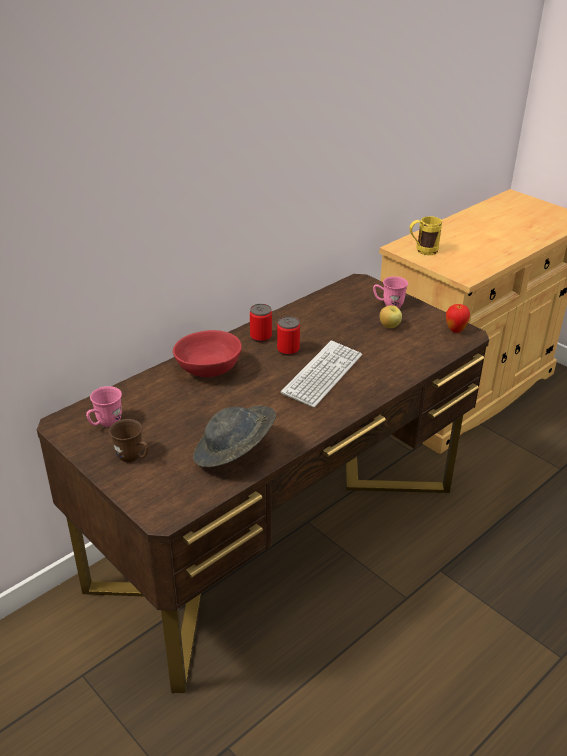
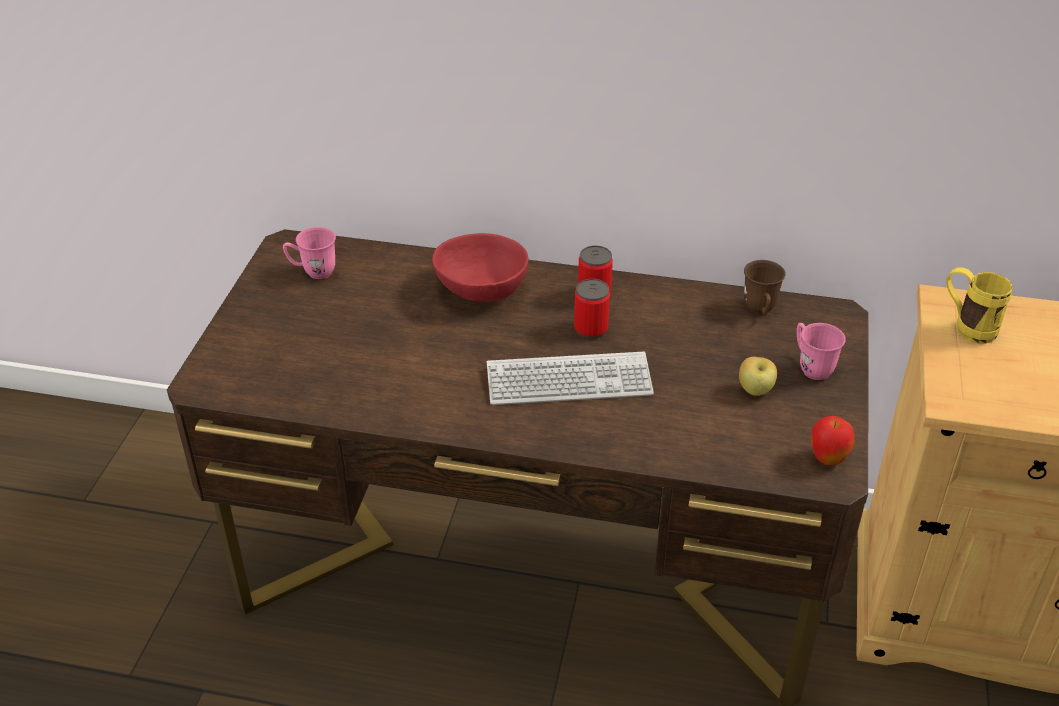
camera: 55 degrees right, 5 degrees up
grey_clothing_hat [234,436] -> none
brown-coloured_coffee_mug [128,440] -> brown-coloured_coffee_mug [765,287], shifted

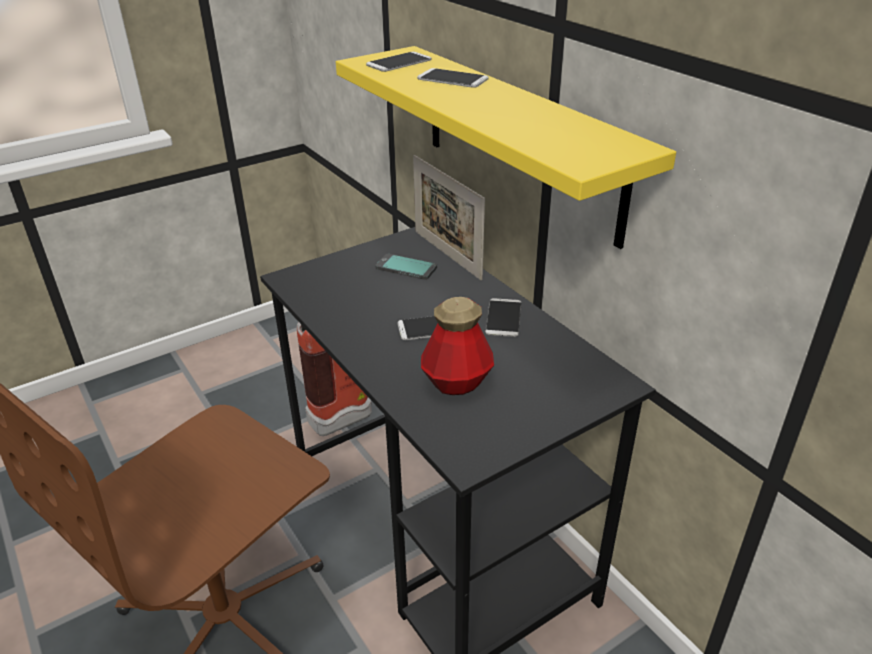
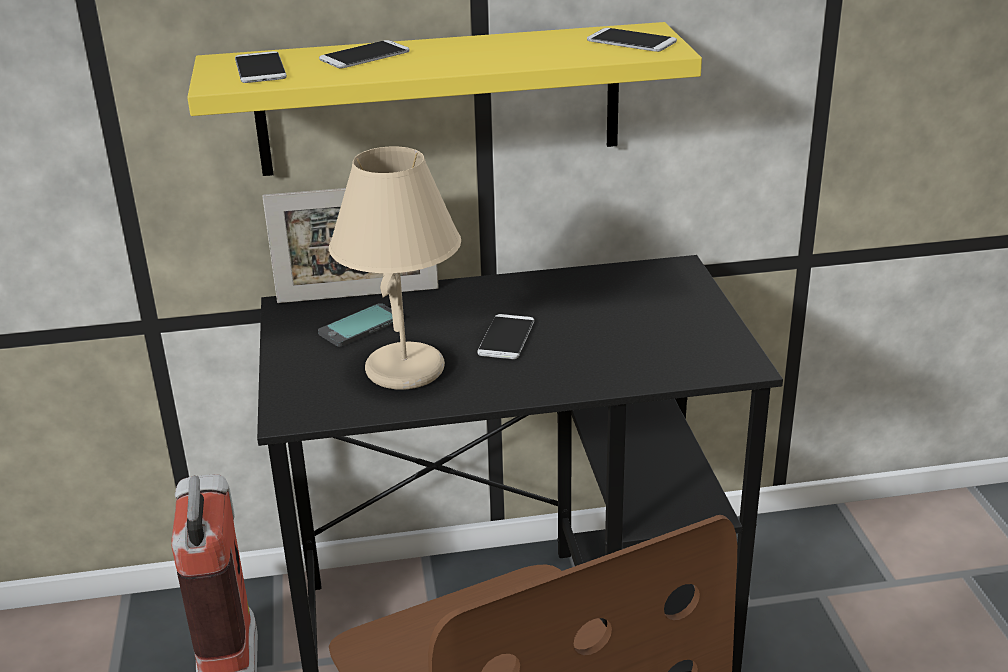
camera: 65 degrees left, 5 degrees down
bottle [457,346] -> none
none -> beige-coloured_tabletop_lamp [395,267]
handset [503,317] -> handset [632,40], shifted

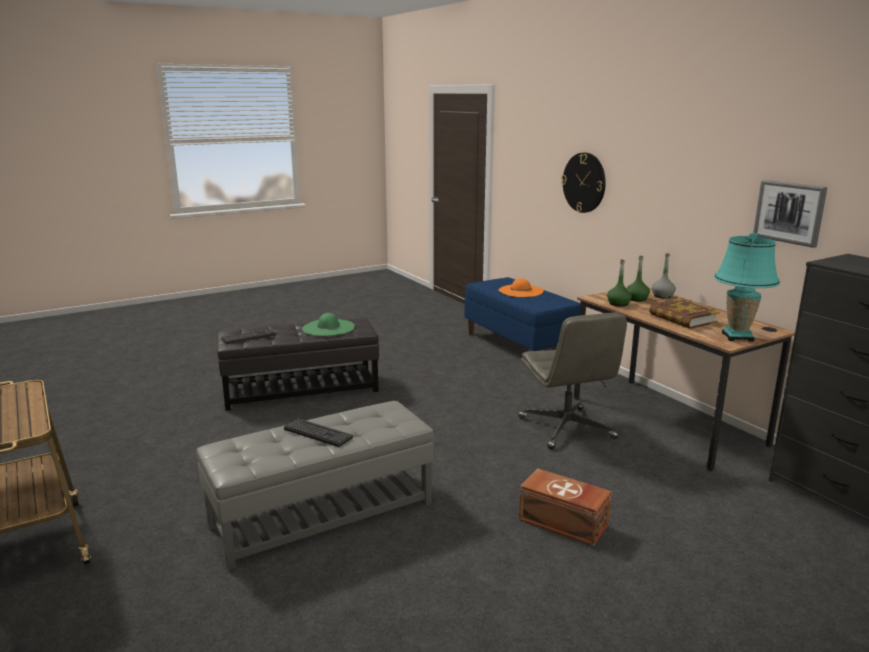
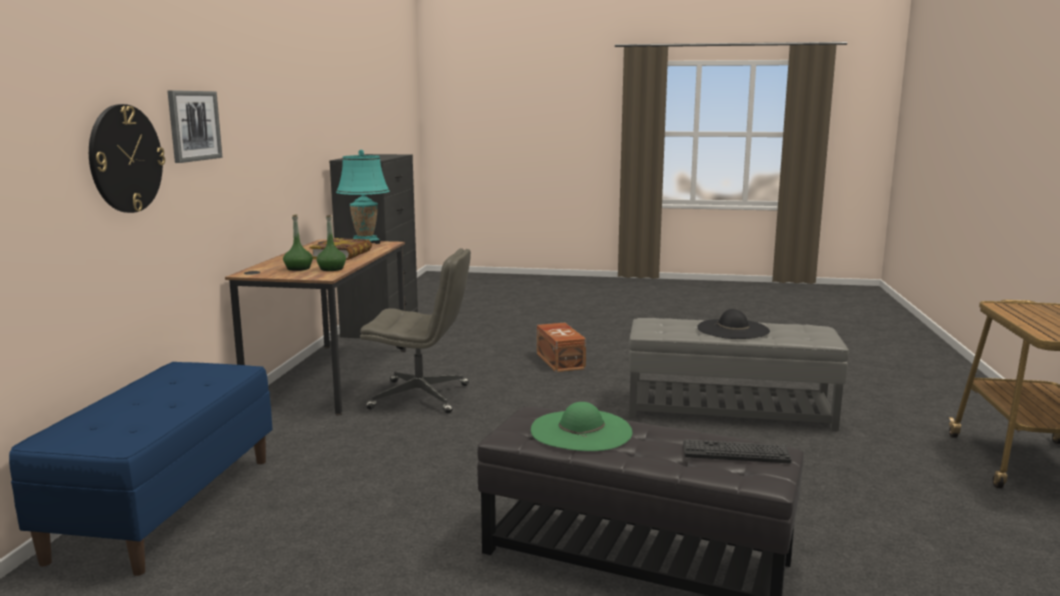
camera: 140 degrees left, 5 degrees down
orangey_clothing_hat [521,287] -> none
grey_bottle [664,276] -> none
wall_picture [790,214] -> wall_picture [195,126], shifted
keyboard [318,432] -> blackish_clothing_hat [733,324]
grey_desk_chair [573,380] -> grey_desk_chair [415,330], 75 degrees clockwise

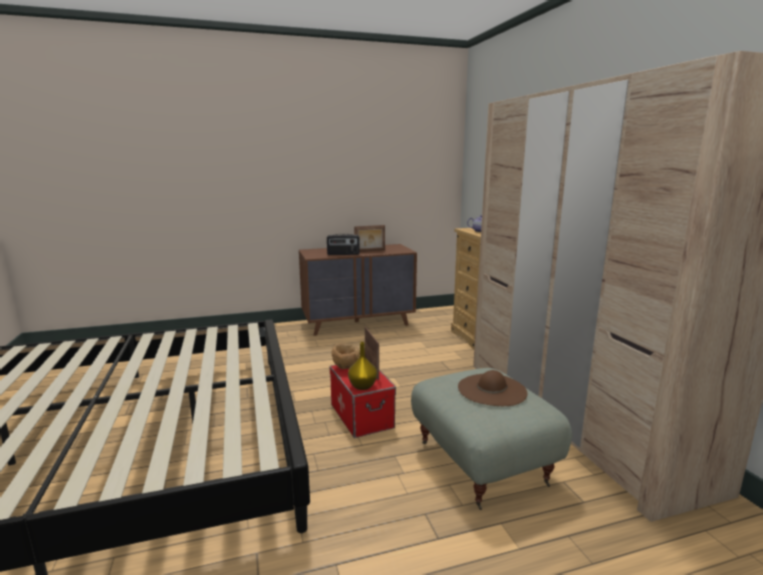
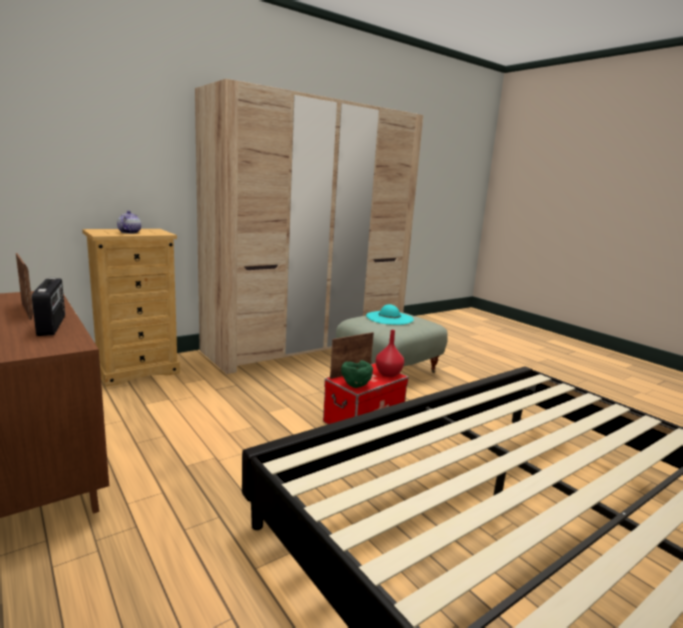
camera: 110 degrees left, 0 degrees up
brown-coloured_bowl [345,356] -> green_bowl [357,374]
yellow-coloured_decorative_vase [362,366] -> red-coloured_decorative_vase [390,353]
brown-coloured_clothing_hat [492,388] -> turquoise-coloured_clothing_hat [390,314]

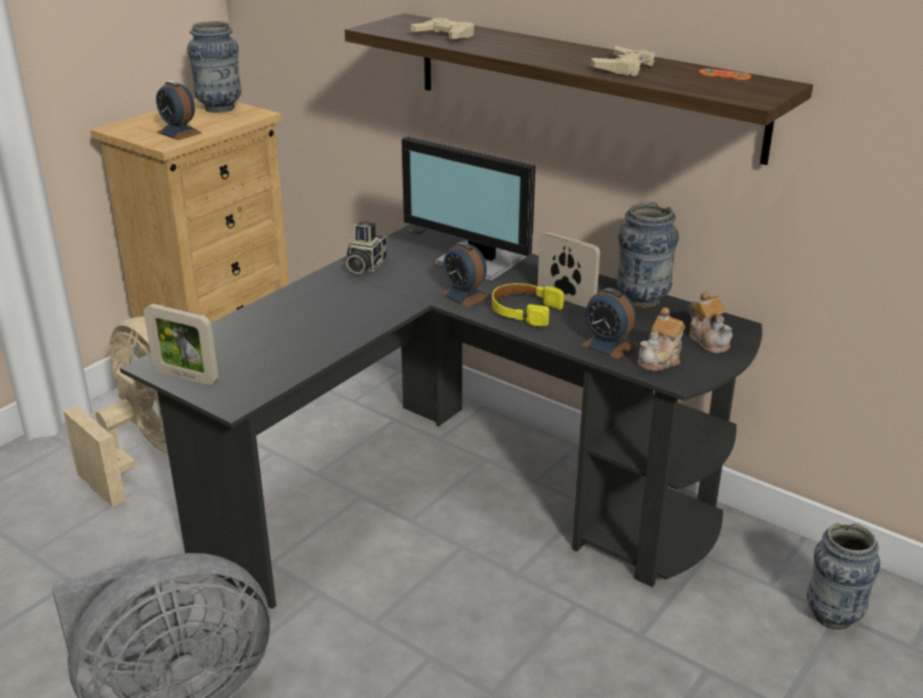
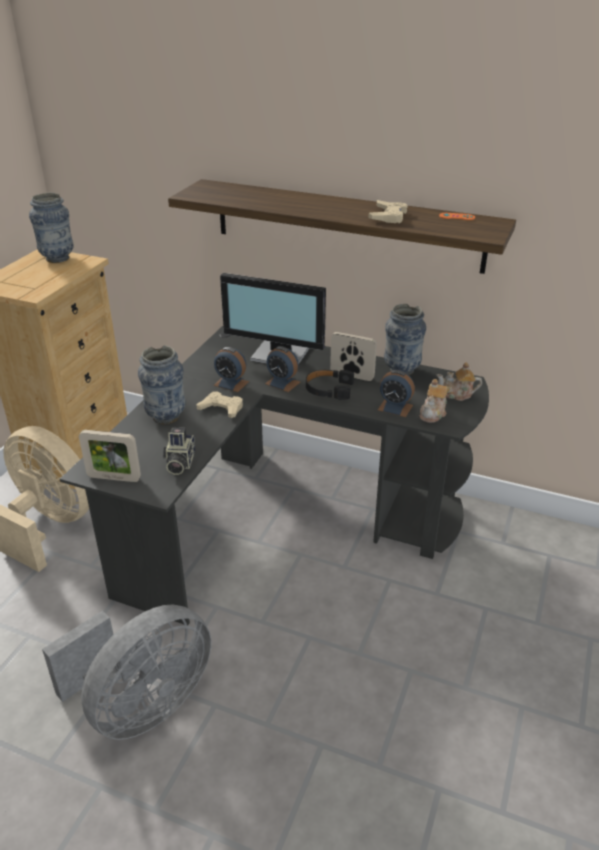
camera: 15 degrees left, 5 degrees up
bedside_clock [179,110] -> bedside_clock [231,369], shifted
photo_camera [366,247] -> photo_camera [179,451], shifted
beige-coloured_joypad [442,28] -> beige-coloured_joypad [220,405], shifted
decorative_vase [843,576] -> decorative_vase [162,385], shifted
yellow-coloured_headset [528,304] -> blackish_headset [330,385]
pot_for_tea [710,322] -> pot_for_tea [459,381], 135 degrees clockwise

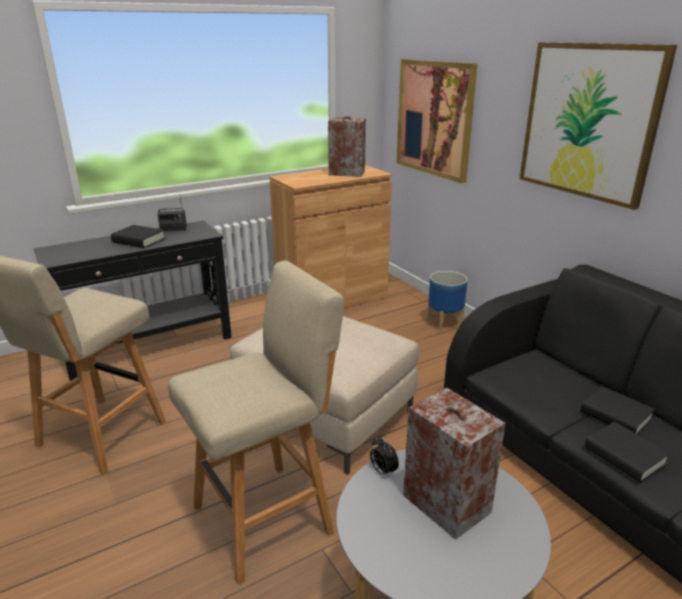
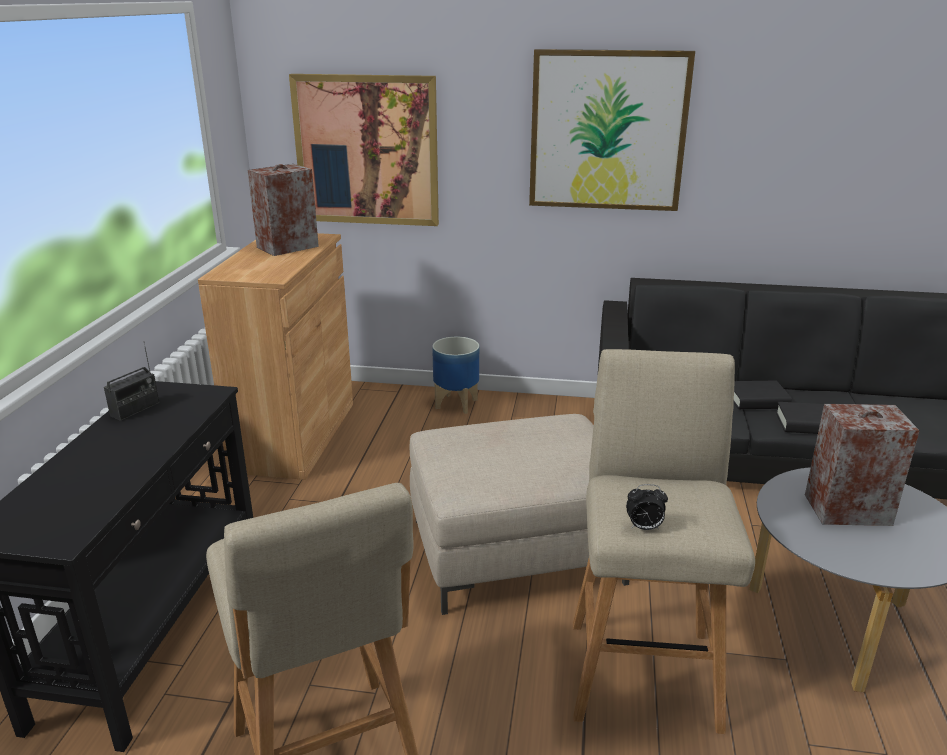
camera: 50 degrees left, 0 degrees up
blackish_book [138,236] -> none
bedside_clock [384,457] -> bedside_clock [647,507], shifted

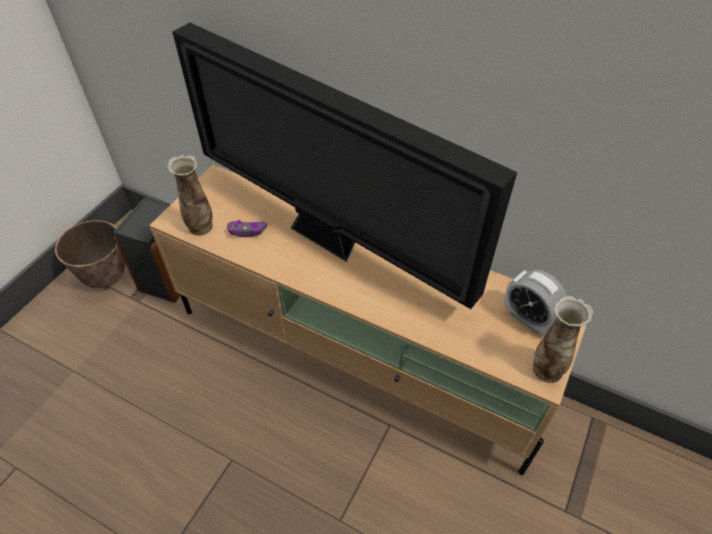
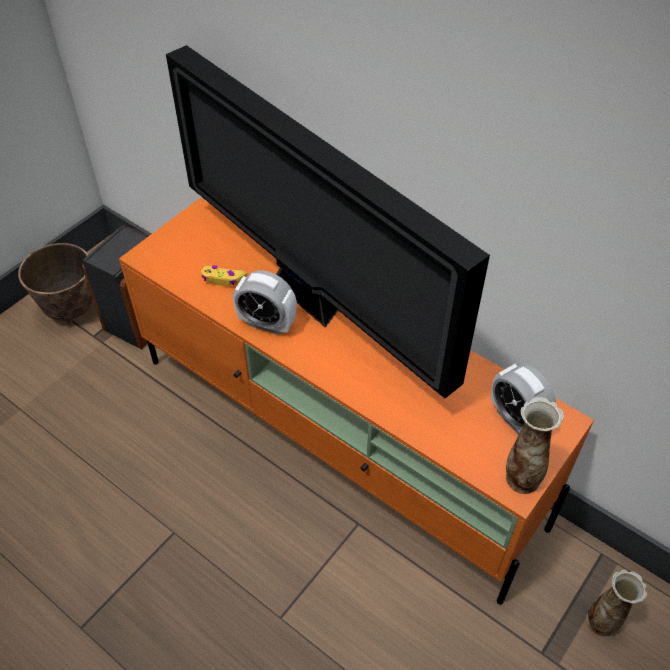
camera: 10 degrees right, 0 degrees up
none -> bedside_clock [265,302]
decorative_vase [190,195] -> decorative_vase [616,603], shifted
beige-coloured_media_console [368,320] -> orangey_media_console [356,401]
purple_joypad [247,228] -> yellow-coloured_joypad [224,275]

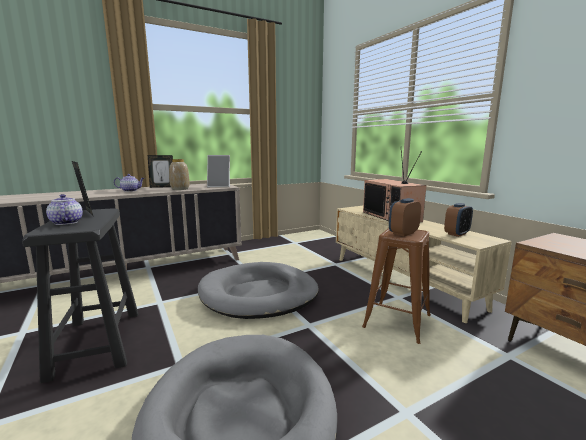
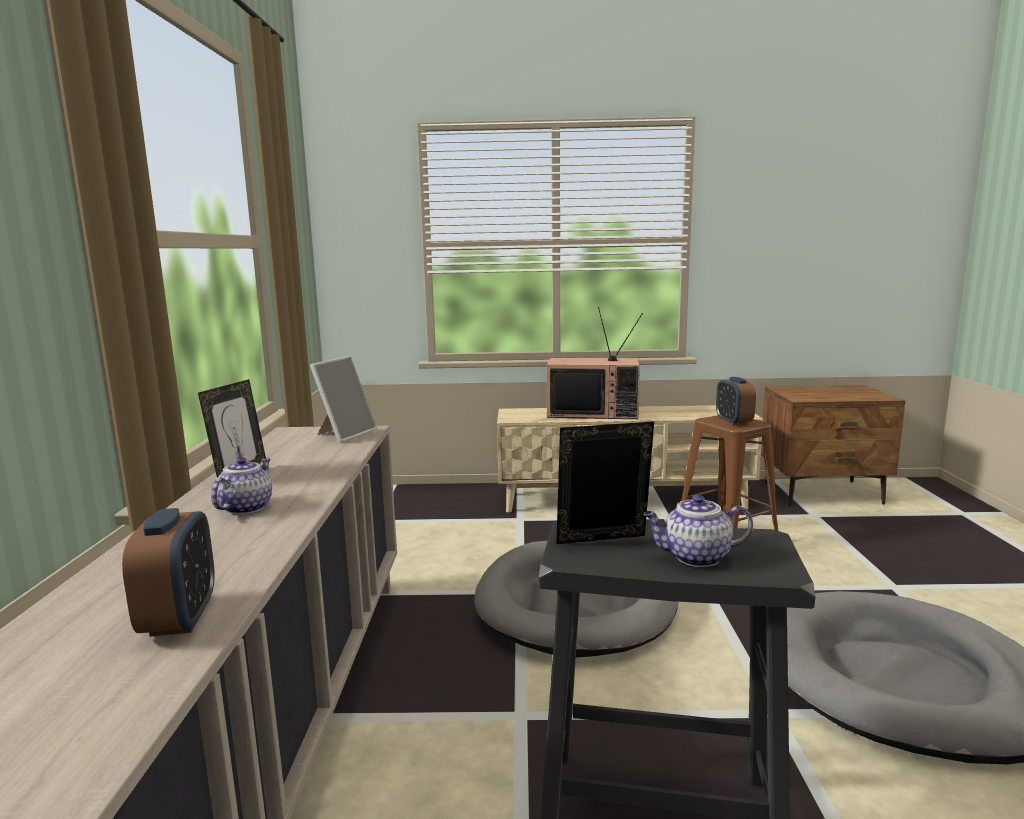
camera: 60 degrees left, 0 degrees up
decorative_vase [179,174] -> none
bedside_clock [458,220] -> bedside_clock [168,572], shifted

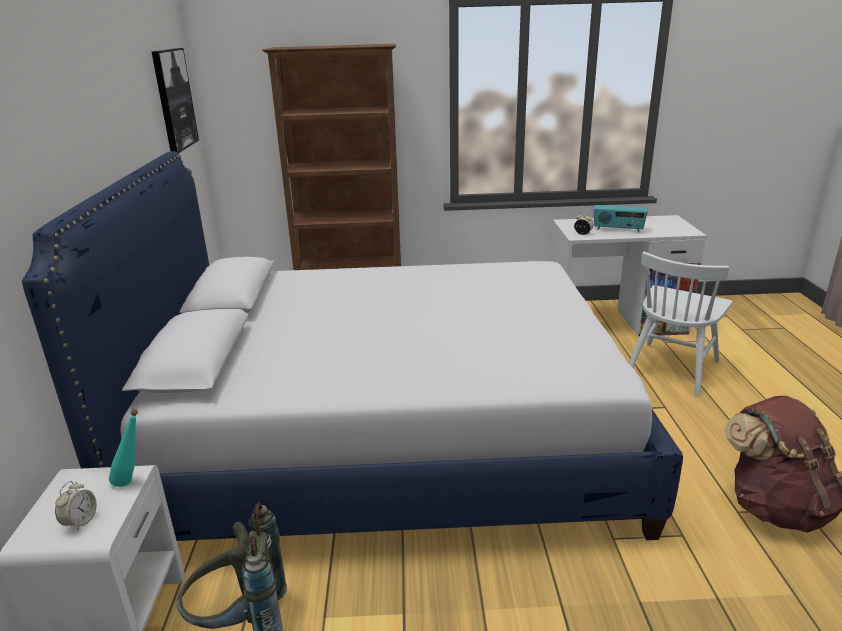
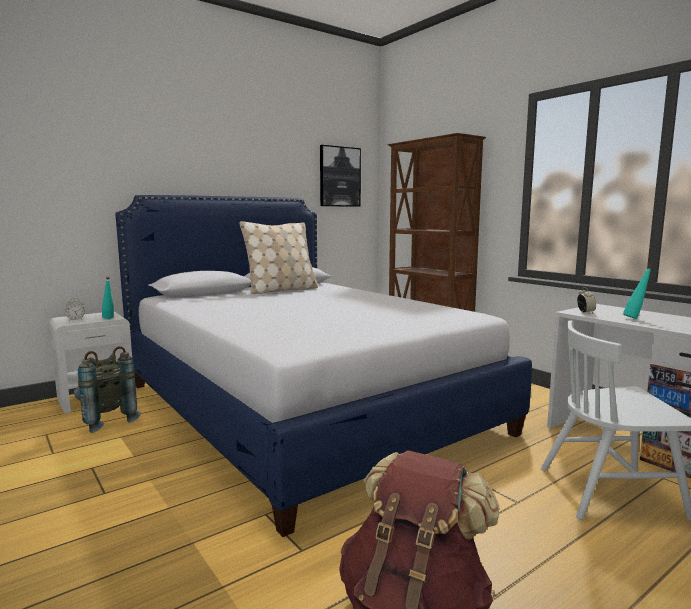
camera: 55 degrees right, 15 degrees down
none -> beige-coloured_pillow [278,257]
radio_set [621,218] -> turquoise-coloured_bottle [638,291]

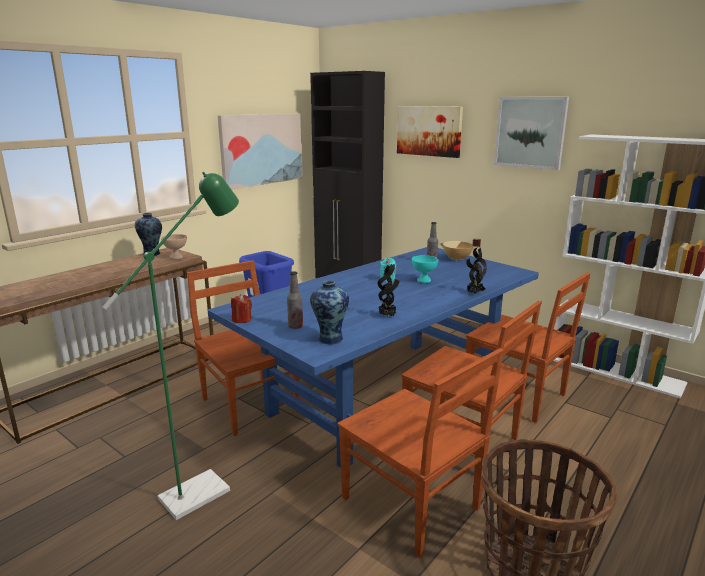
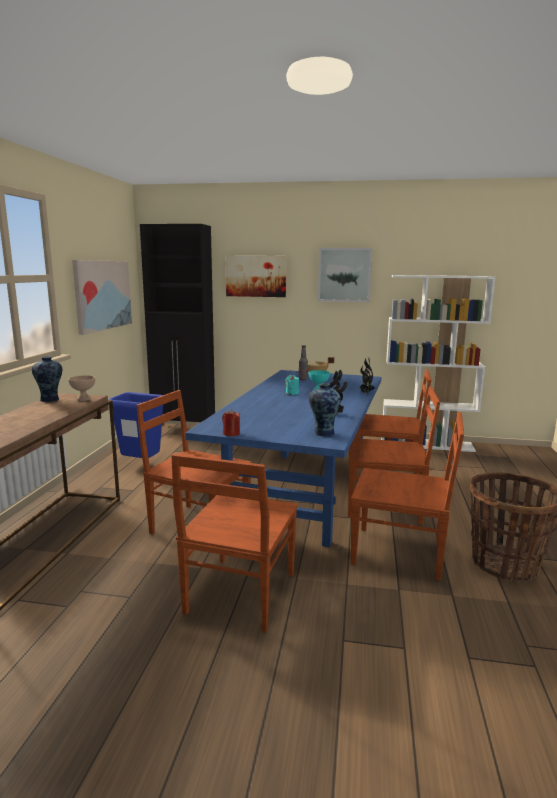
camera: 30 degrees left, 5 degrees down
bottle [295,300] -> none
green_standard_lamp [171,346] -> brown-coloured_chair [234,543]

